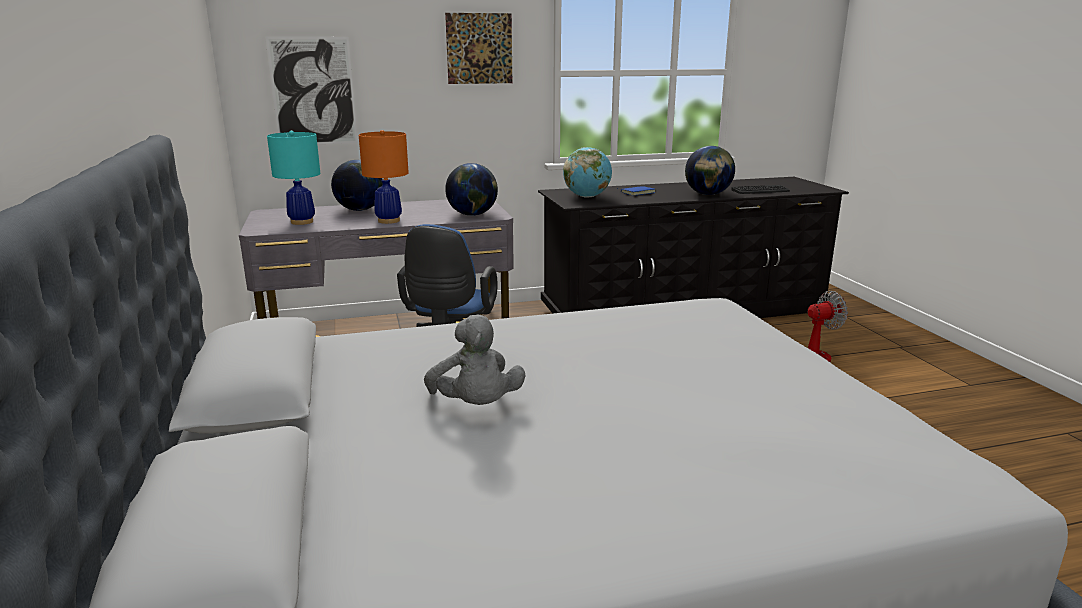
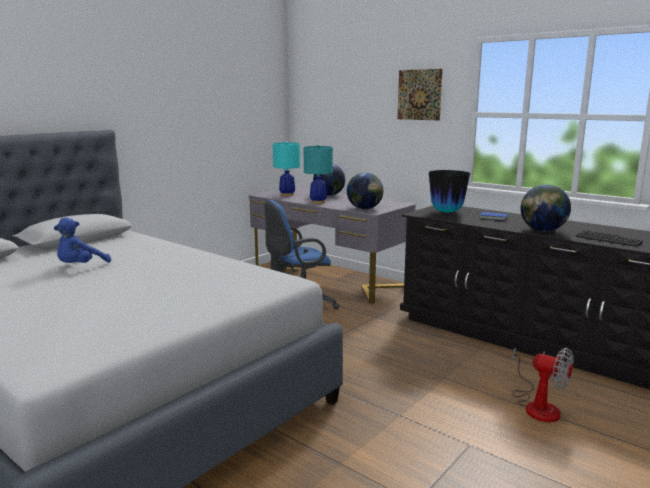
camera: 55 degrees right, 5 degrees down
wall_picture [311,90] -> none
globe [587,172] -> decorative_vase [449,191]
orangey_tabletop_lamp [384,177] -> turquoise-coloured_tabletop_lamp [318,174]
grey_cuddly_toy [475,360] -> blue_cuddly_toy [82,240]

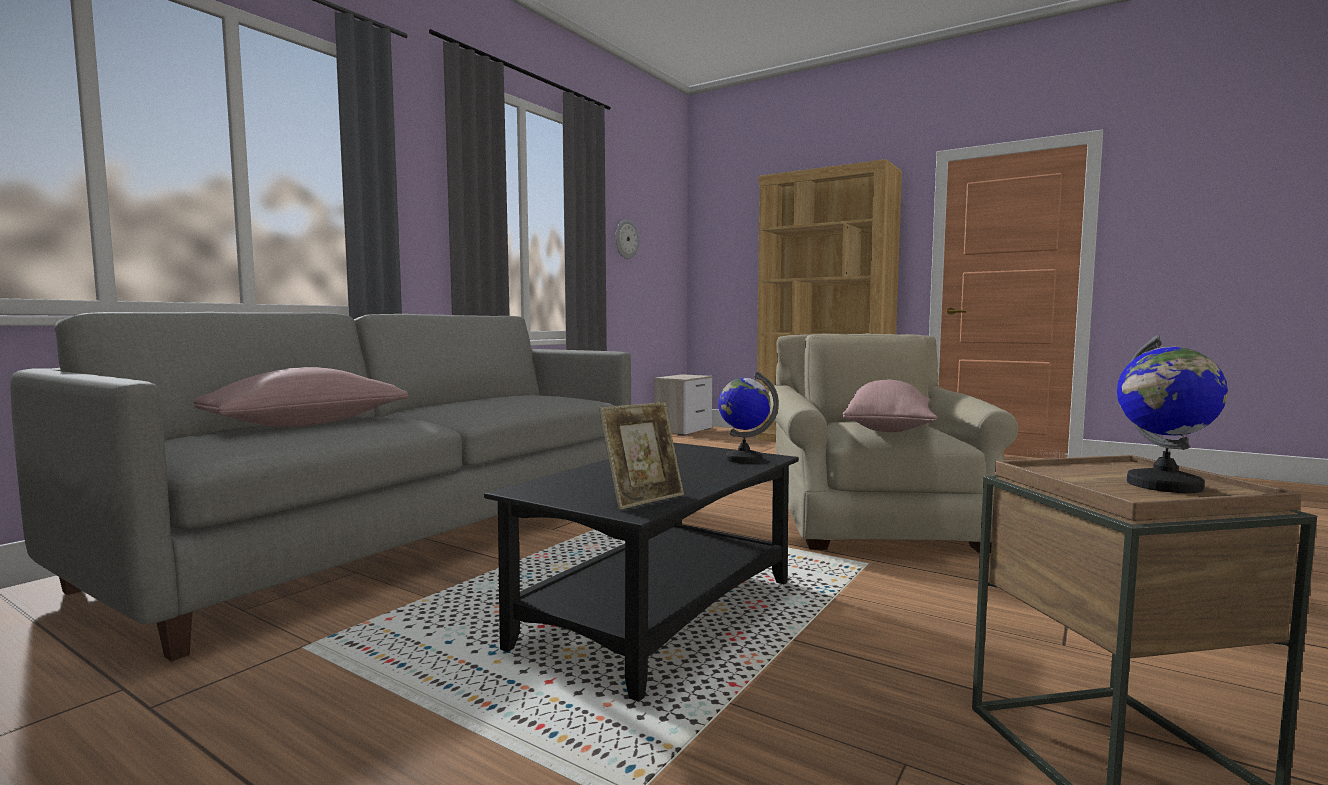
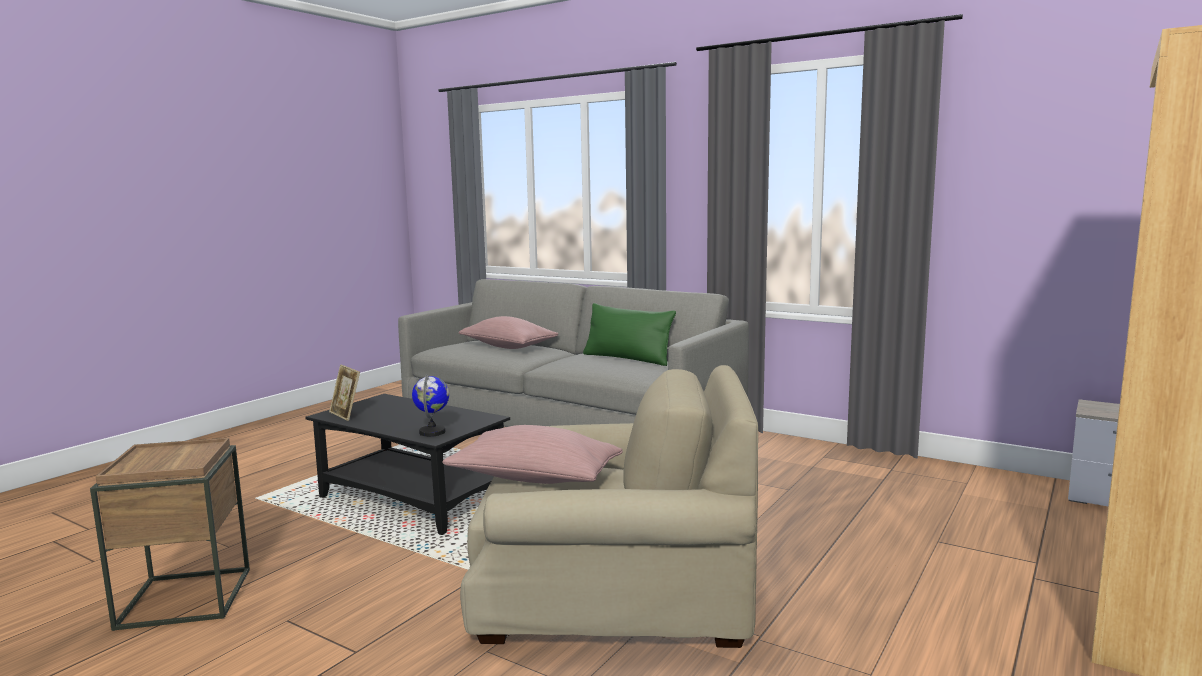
camera: 90 degrees right, 5 degrees up
clock_on_the_wall [627,239] -> none
globe [1172,414] -> none
none -> green_pillow [629,334]

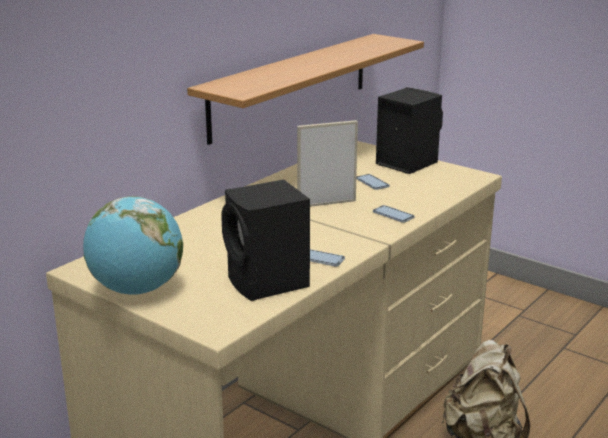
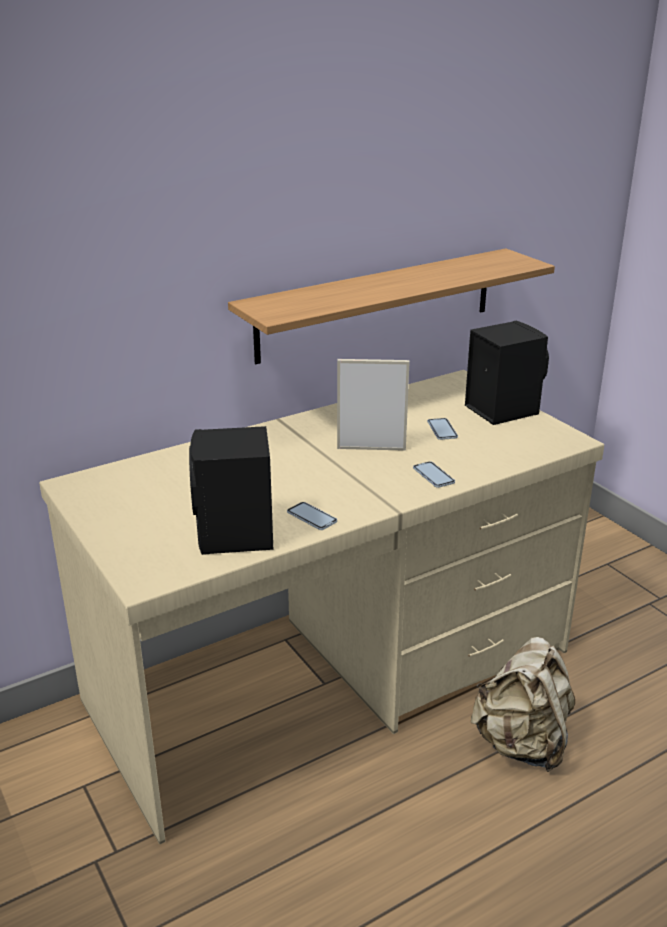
camera: 20 degrees right, 5 degrees up
globe [133,245] -> none

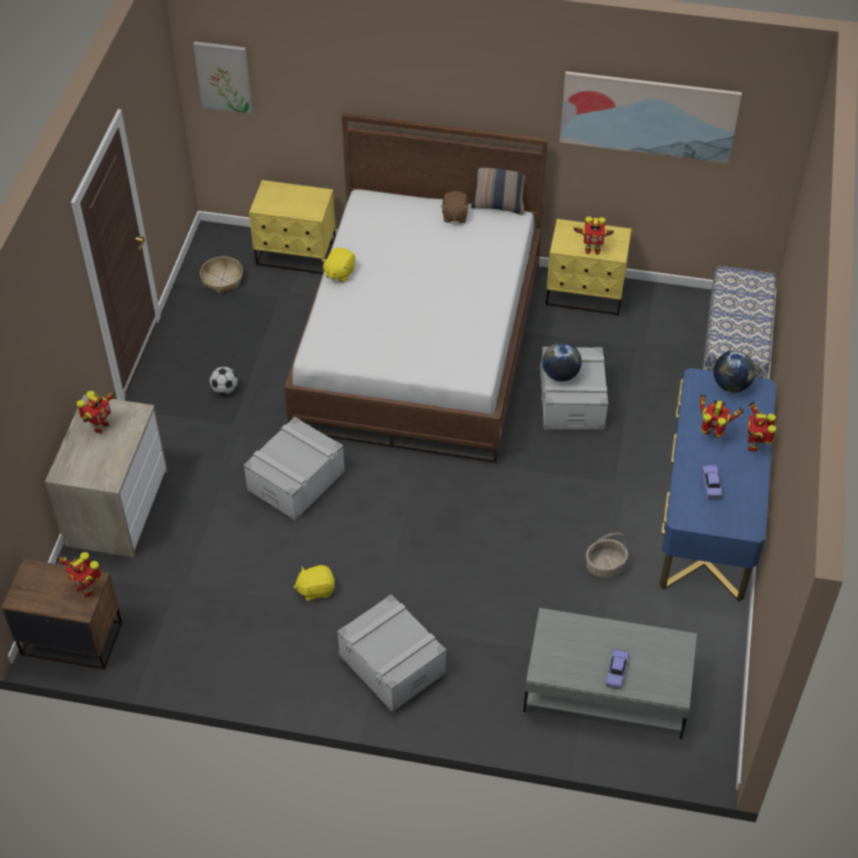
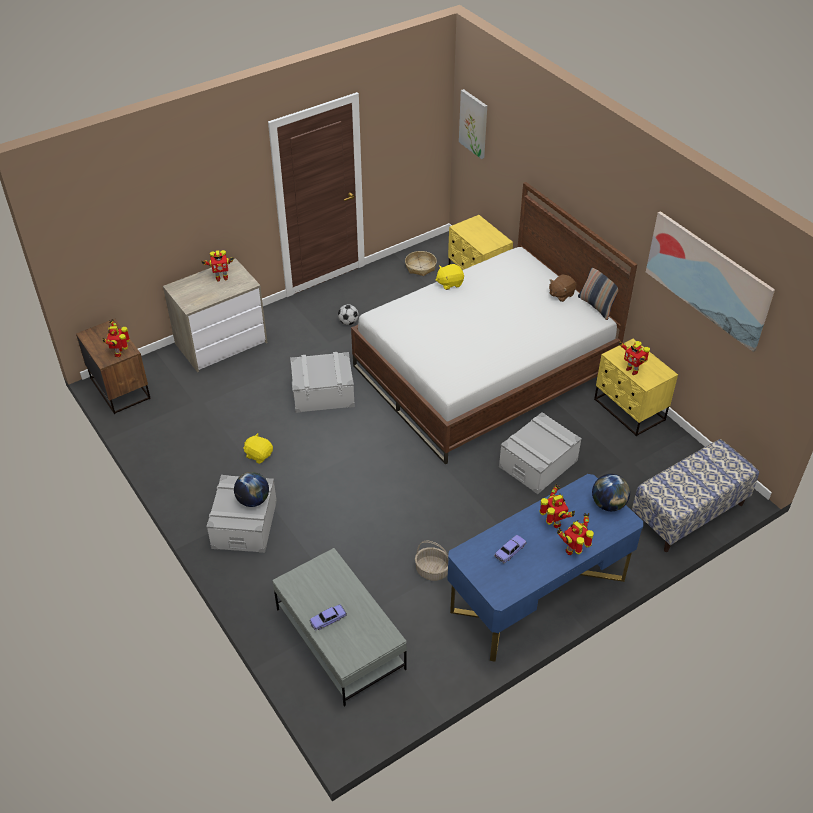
camera: 45 degrees right, 5 degrees down
globe [562,362] -> globe [251,489], shifted

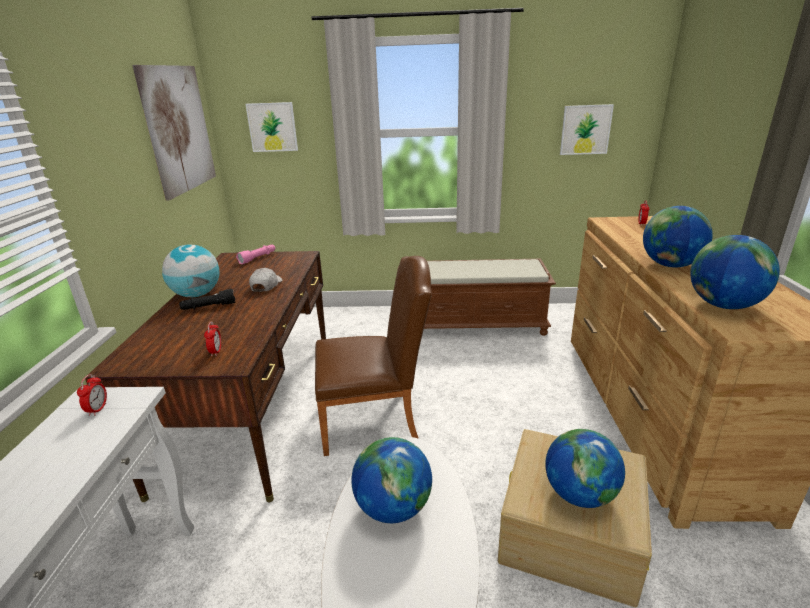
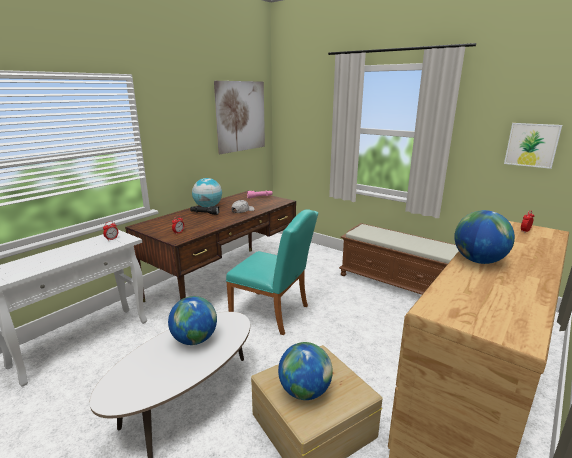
camera: 35 degrees right, 5 degrees down
wall_picture [271,127] -> none
globe [735,272] -> none
brown-coloured_chair [373,356] -> turquoise-coloured_chair [272,272]

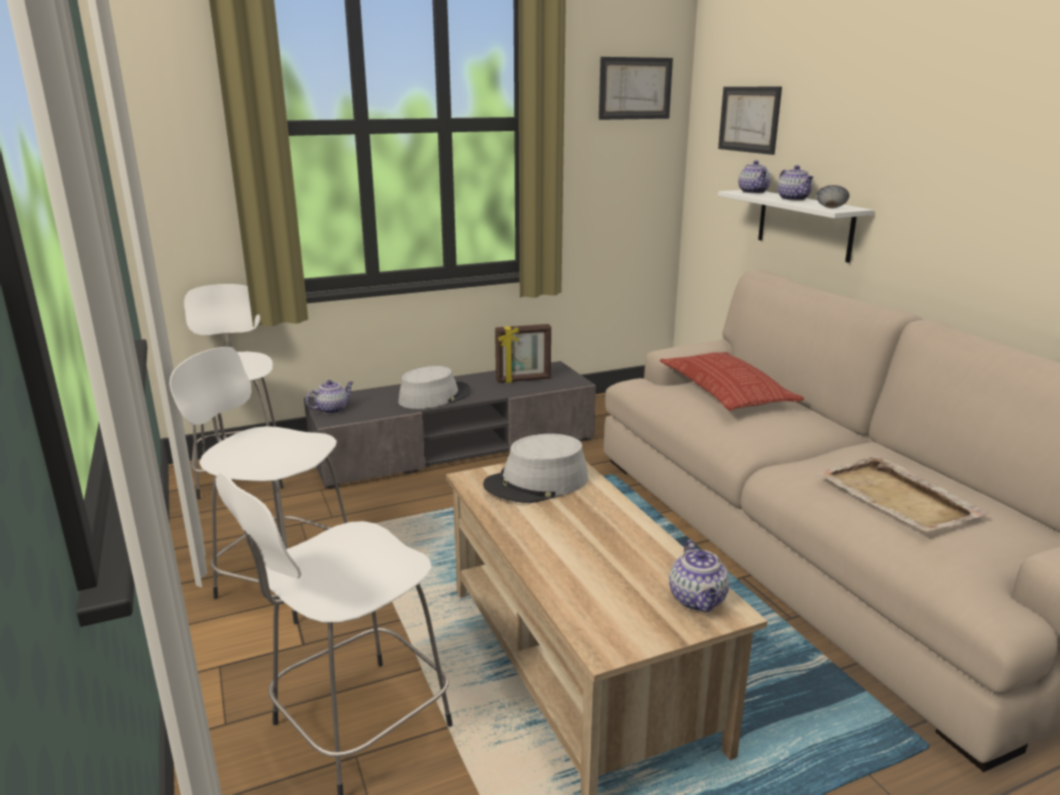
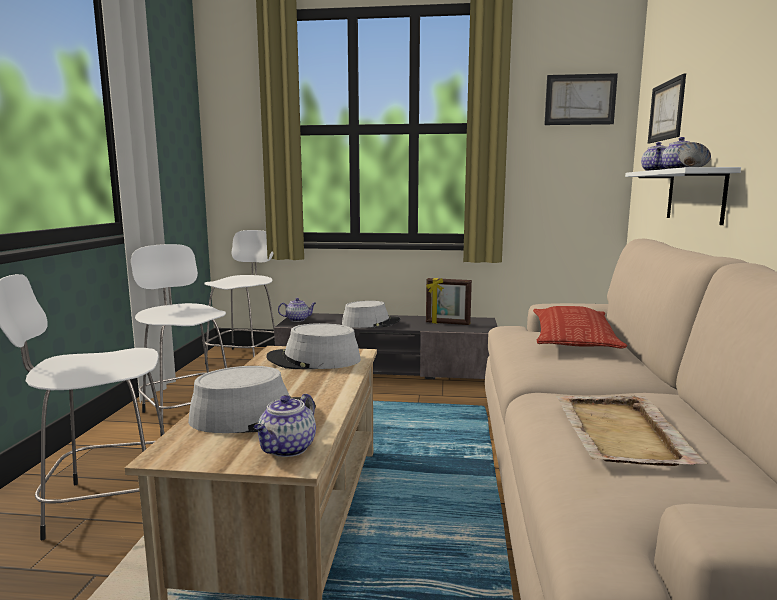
camera: 30 degrees right, 10 degrees down
none -> grey_clothing_hat [252,399]

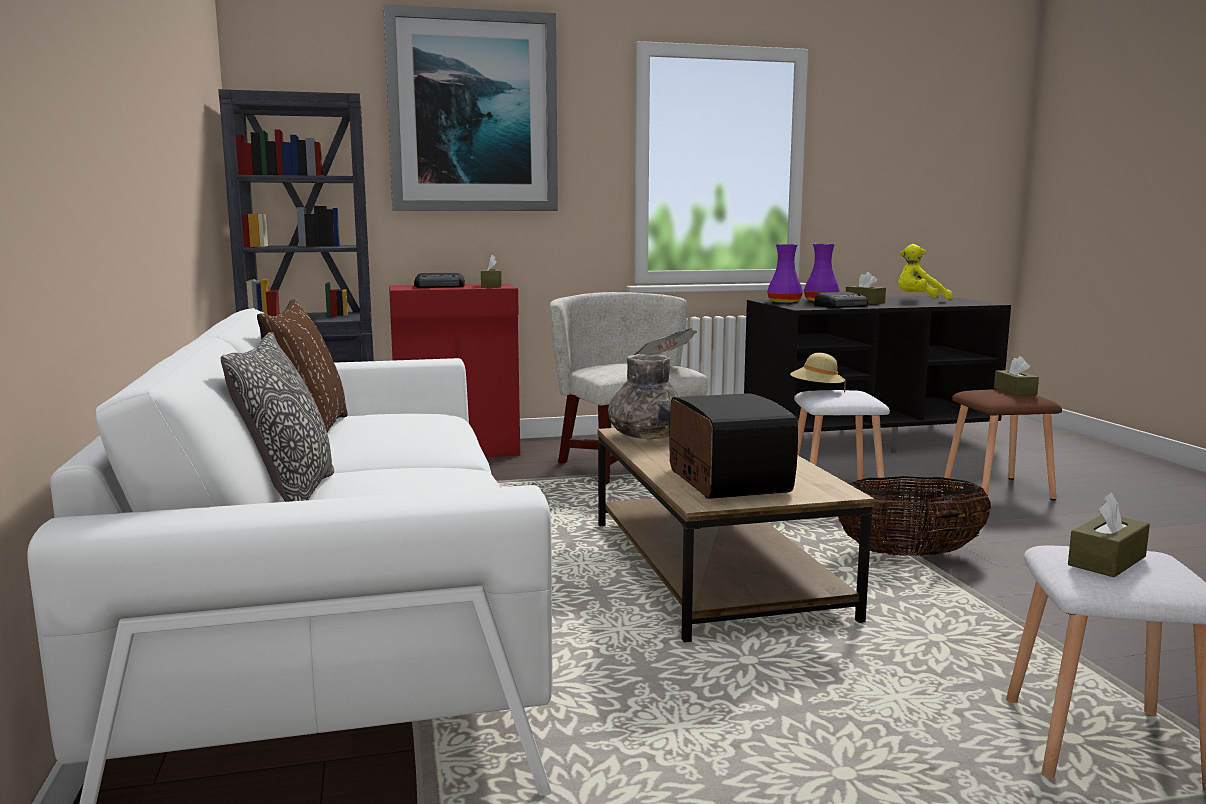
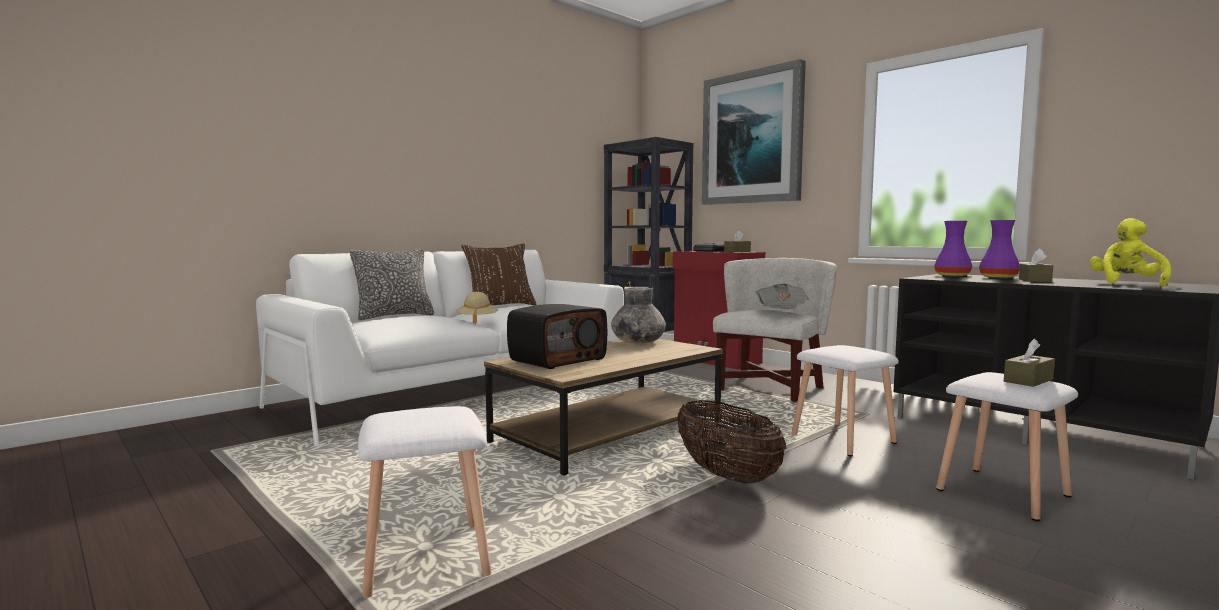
camera: 60 degrees right, 5 degrees down
radio_set [841,300] -> none
brown-coloured_tissue_holder [1109,534] -> none
beige-coloured_clothing_hat [818,373] -> beige-coloured_clothing_hat [477,308], shifted
brown-coloured_stool [1003,444] -> white_stool [1007,446]
yellow-coloured_cuddly_toy [925,272] -> yellow-coloured_cuddly_toy [1130,252], 60 degrees clockwise

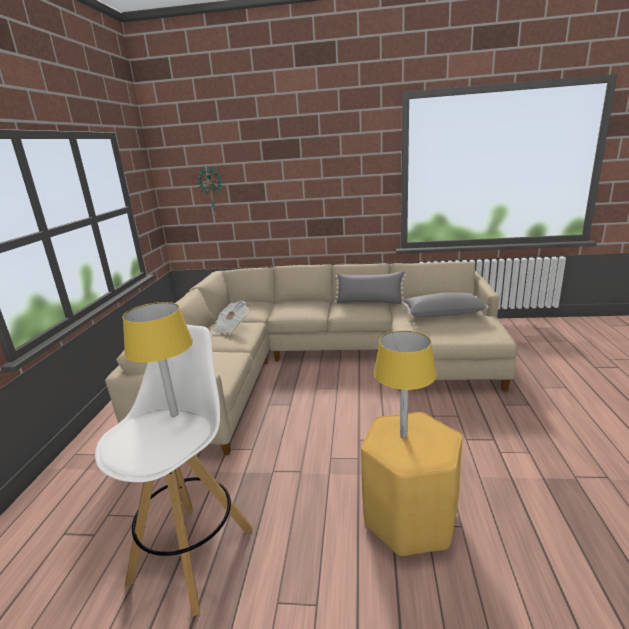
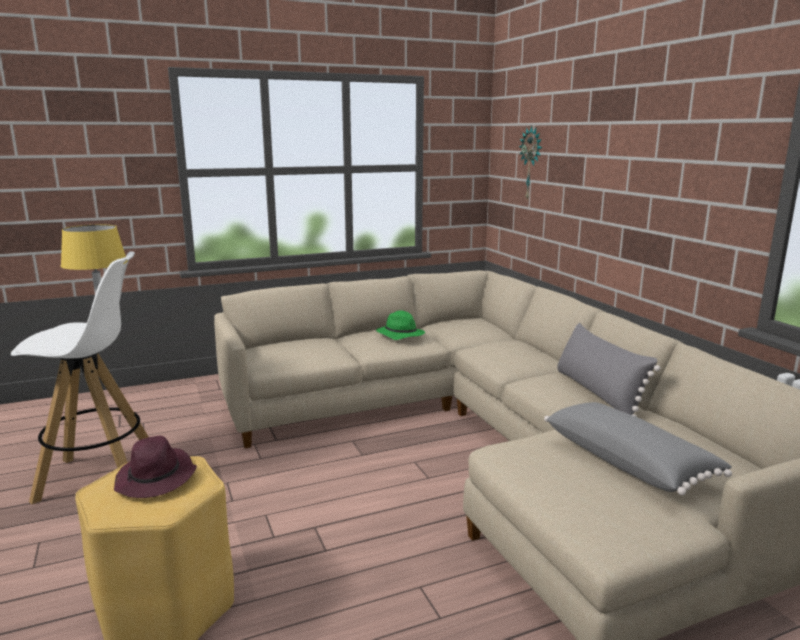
camera: 60 degrees right, 5 degrees down
printed_paper [230,317] -> green_clothing_hat [400,325]
yellow-coloured_tabletop_lamp [405,384] -> purple_clothing_hat [155,467]

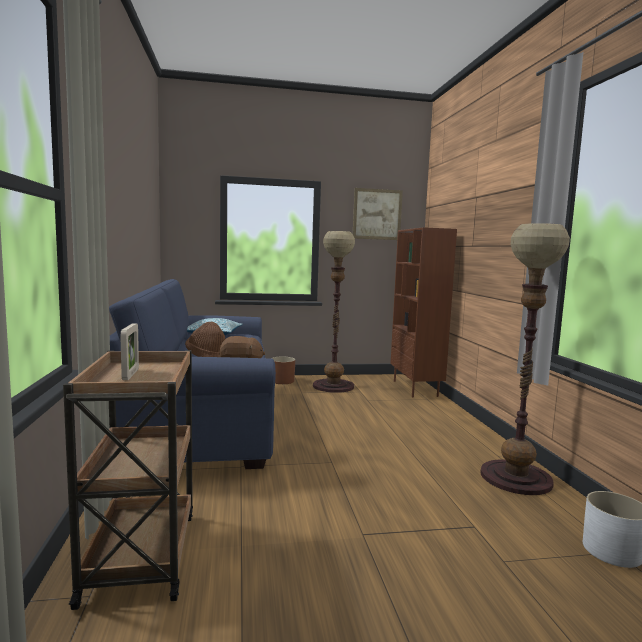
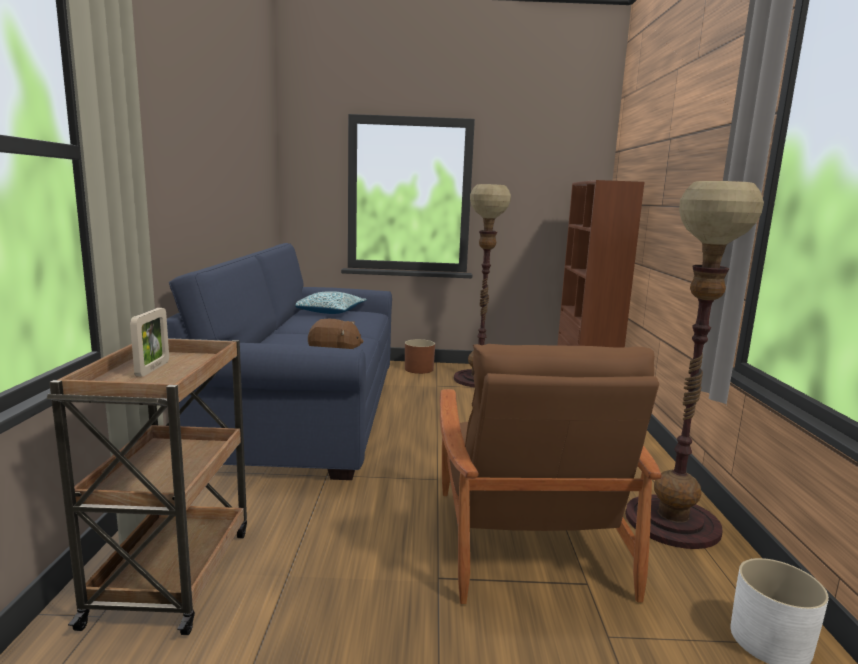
camera: 10 degrees right, 5 degrees up
brown-coloured_clothing_hat [205,339] -> none
wall_picture [378,214] -> none
none -> brown-coloured_easy_chair [551,474]

